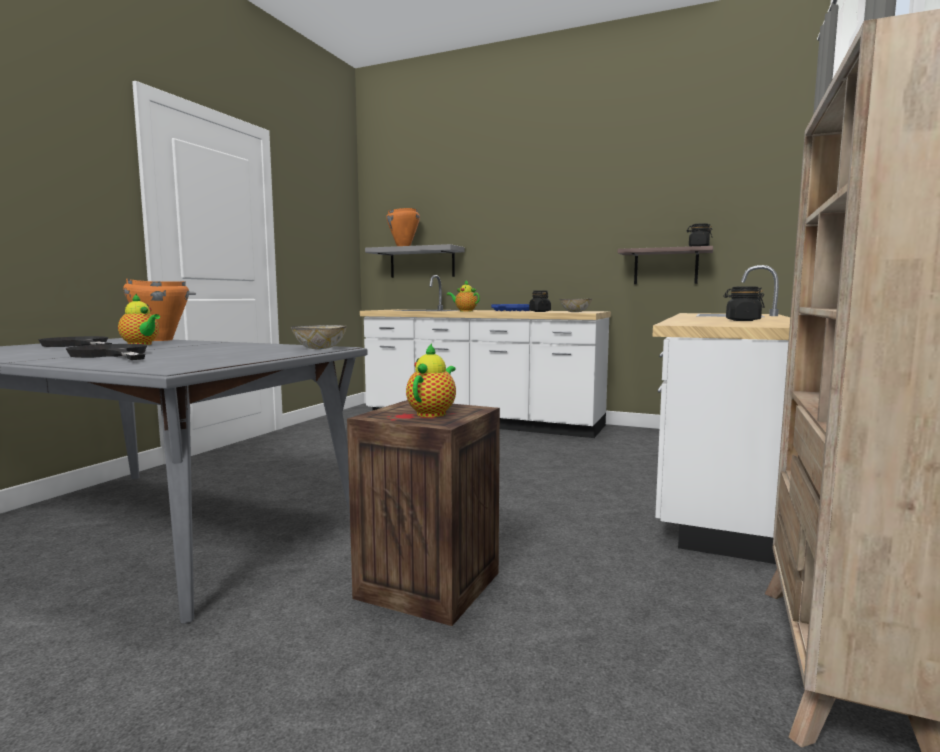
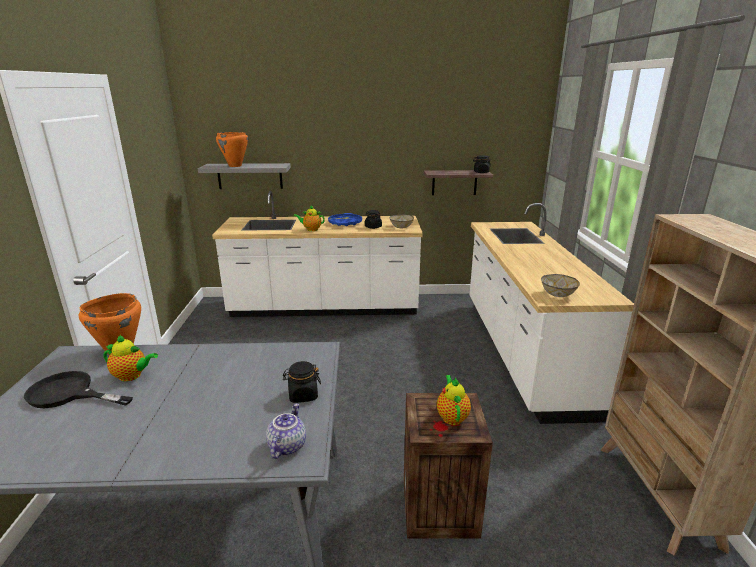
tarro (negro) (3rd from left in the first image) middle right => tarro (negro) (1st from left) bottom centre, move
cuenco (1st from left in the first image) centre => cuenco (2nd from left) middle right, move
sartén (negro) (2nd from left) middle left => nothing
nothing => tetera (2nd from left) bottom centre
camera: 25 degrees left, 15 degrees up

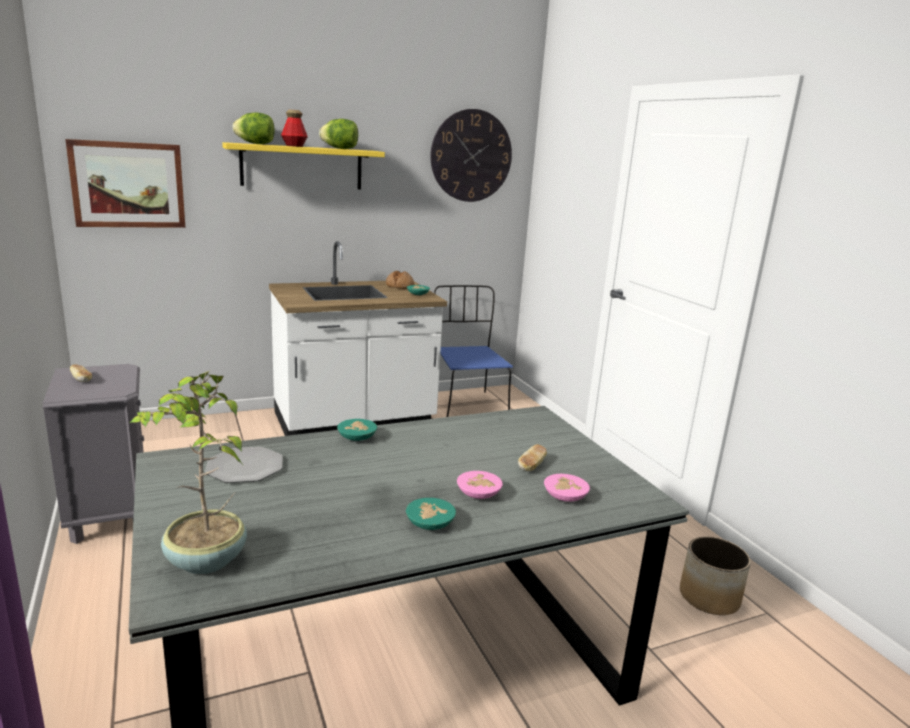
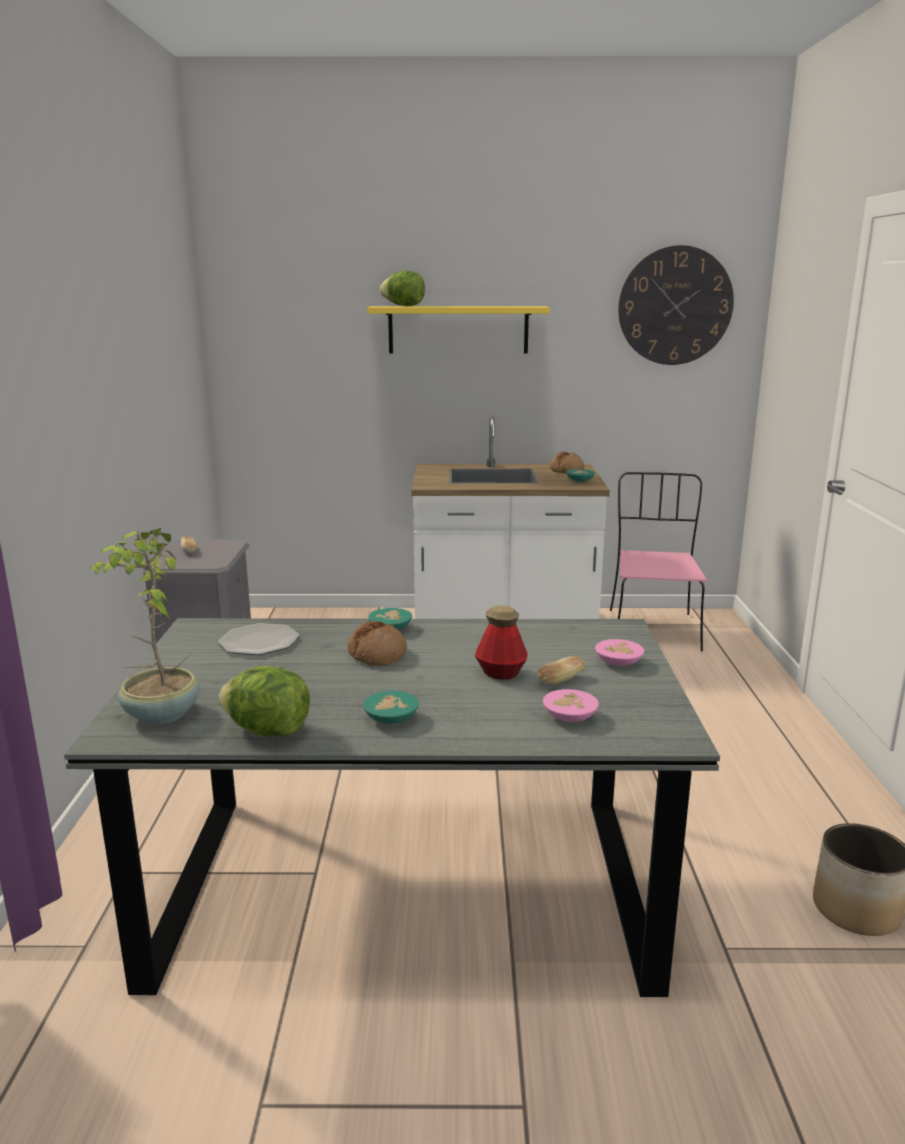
botella top left => botella centre, move
lechuga (2nd from left in the first image) top centre => lechuga (1st from left) middle left, move
cuadro top left => nothing
silla (azul) centre => silla (rosa) middle right
cuenco (rosa) (1st from left in the first image) centre => cuenco (rosa) (2nd from left) middle right, move
nothing => pan (2nd from left) centre
camera: 25 degrees right, 0 degrees up

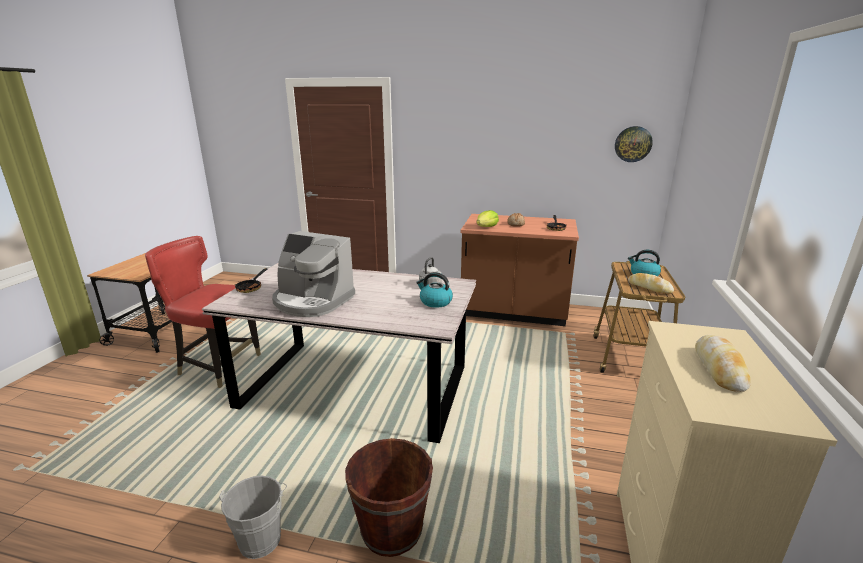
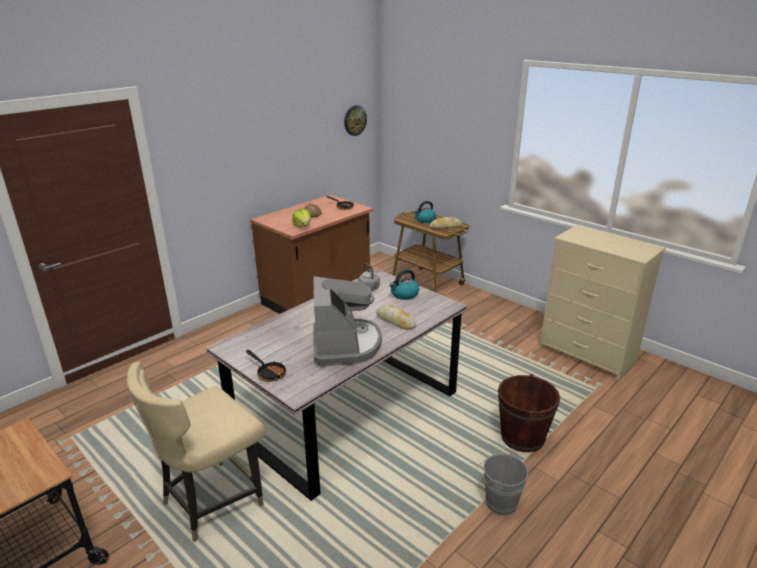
cafetera centre, 60 degrees counterclockwise
silla (rojo) middle left => silla (beis) bottom left
pan (3rd from left in the first image) middle right => pan (2nd from left) centre, move
camera: 60 degrees left, 5 degrees up

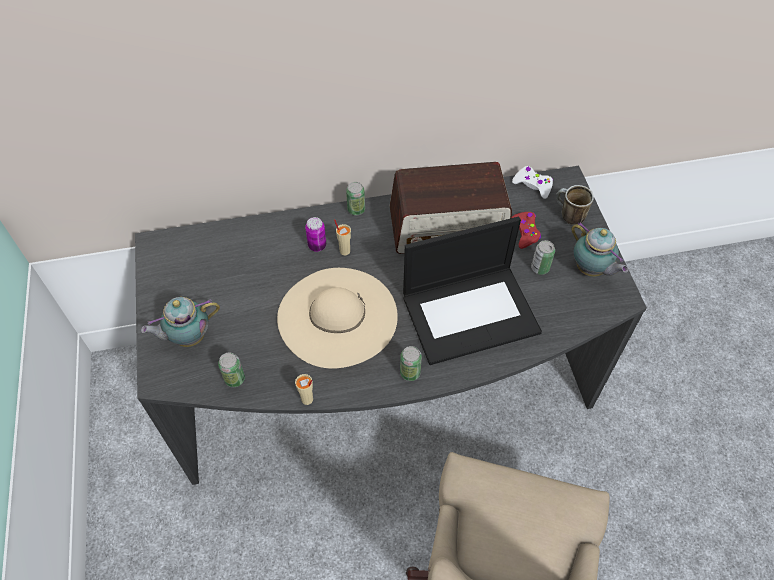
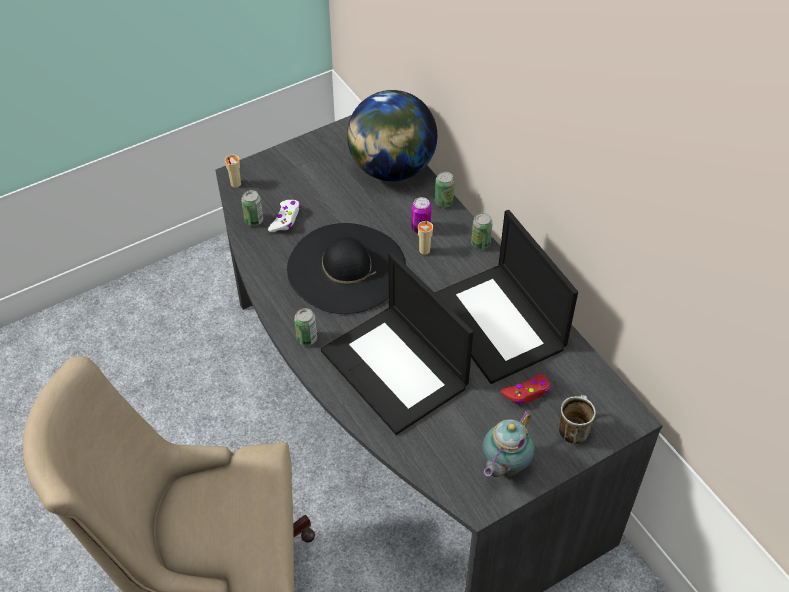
radio centre => portátil (2nd from left) centre
mando de consola (blanco) top right => mando de consola (blanco) centre, move
lata (5th from left in the first image) middle right => lata (4th from left) top centre, move
sombrero (beis) centre => sombrero (negro) centre
tetera (1st from left) middle left => nothing
taza (beis) (1st from left) bottom centre => taza (beis) (1st from left) top left, move
nothing => globo terráqueo top centre
camera: 70 degrees right, 5 degrees down

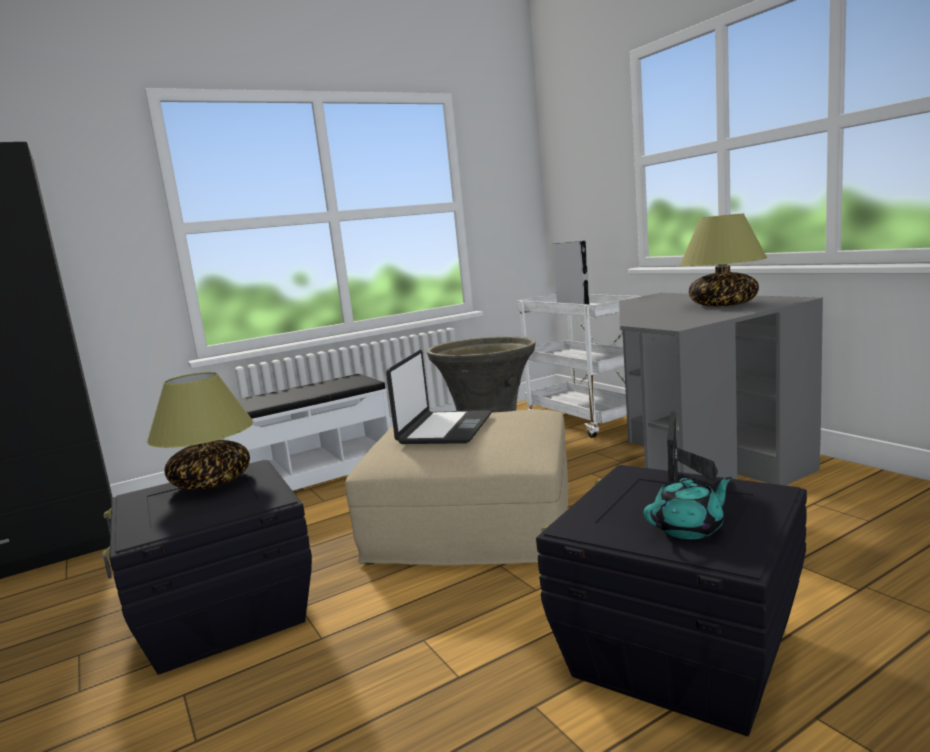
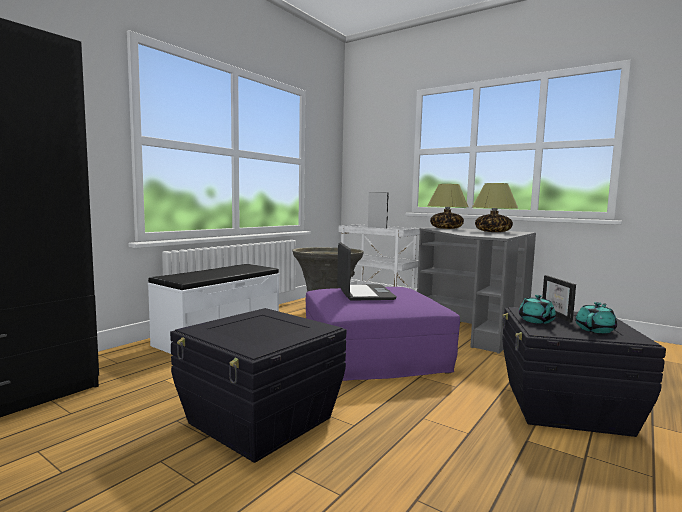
lámpara de mesa (1st from left) middle left => lámpara de mesa (1st from left) centre, move
puf (beis) centre => puf (morado) centre
nothing => tetera (turquesa) (1st from left) middle right
camera: 25 degrees left, 5 degrees down

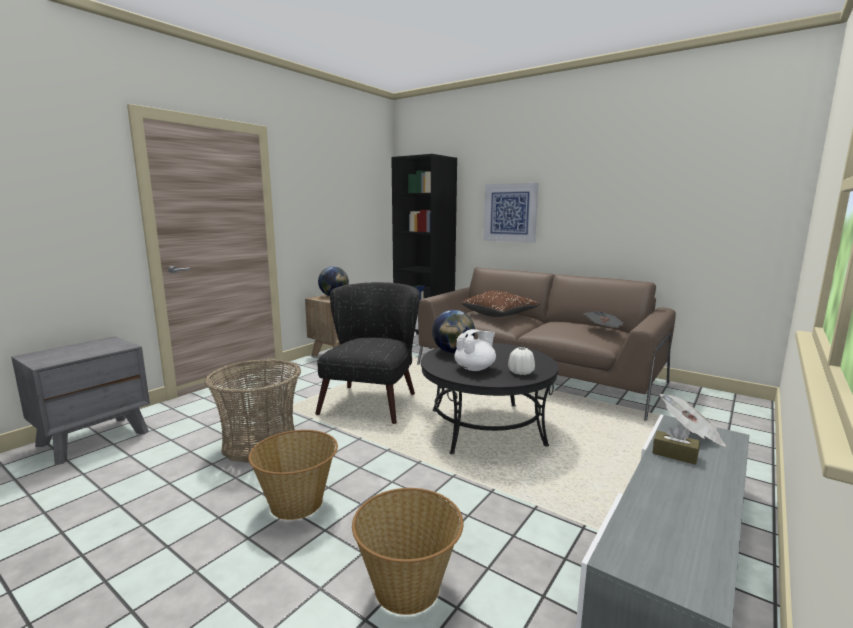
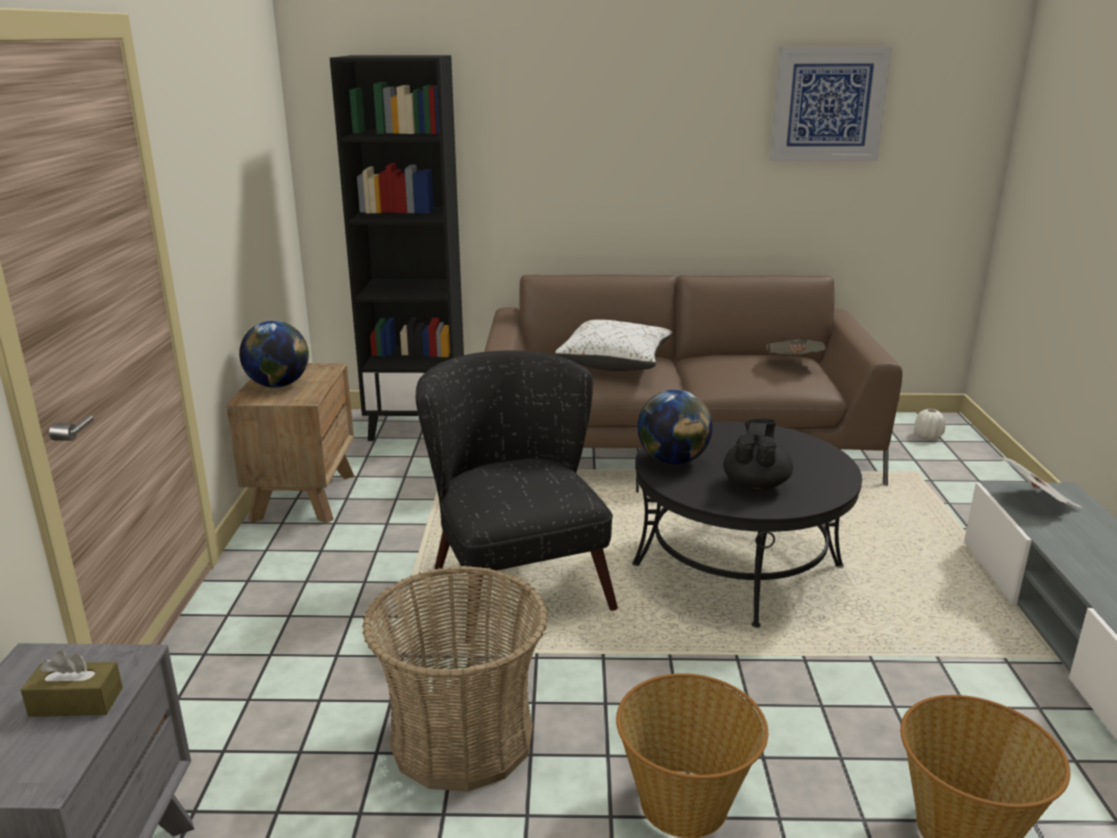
cuadro centre => cuadro top right, move
cojín (marrón) centre => cojín (blanco) centre
tetera (blanco) centre => tetera (negro) middle right
florero (blanco) centre => florero (blanco) middle right, move
caja de pañuelos (marrón) bottom right => caja de pañuelos (marrón) bottom left, move
camera: 35 degrees left, 10 degrees up

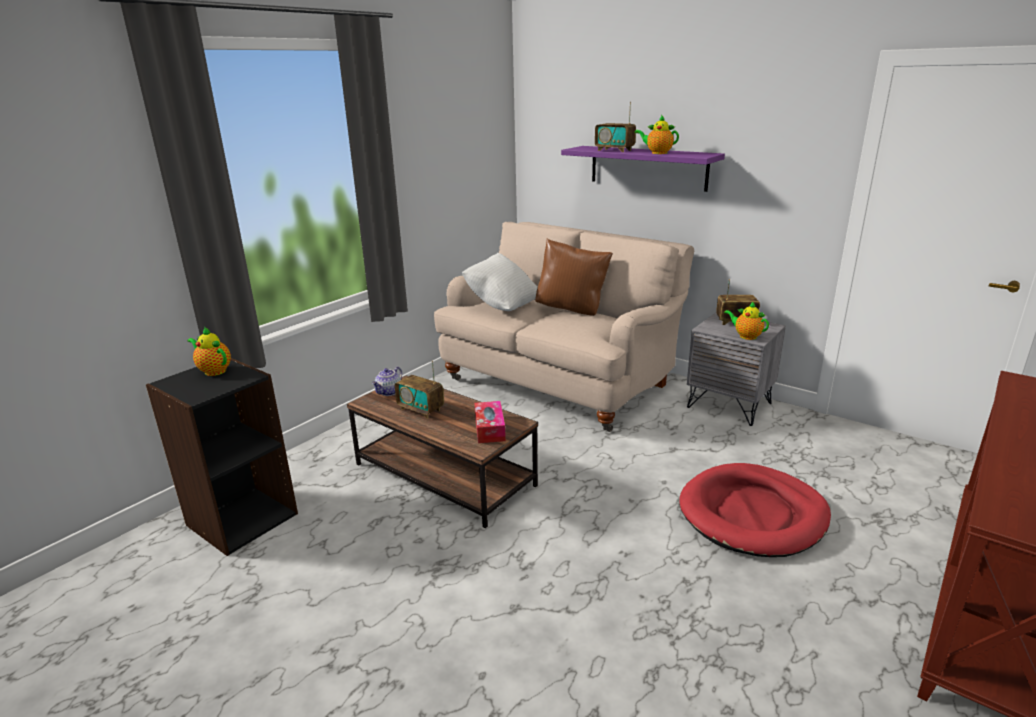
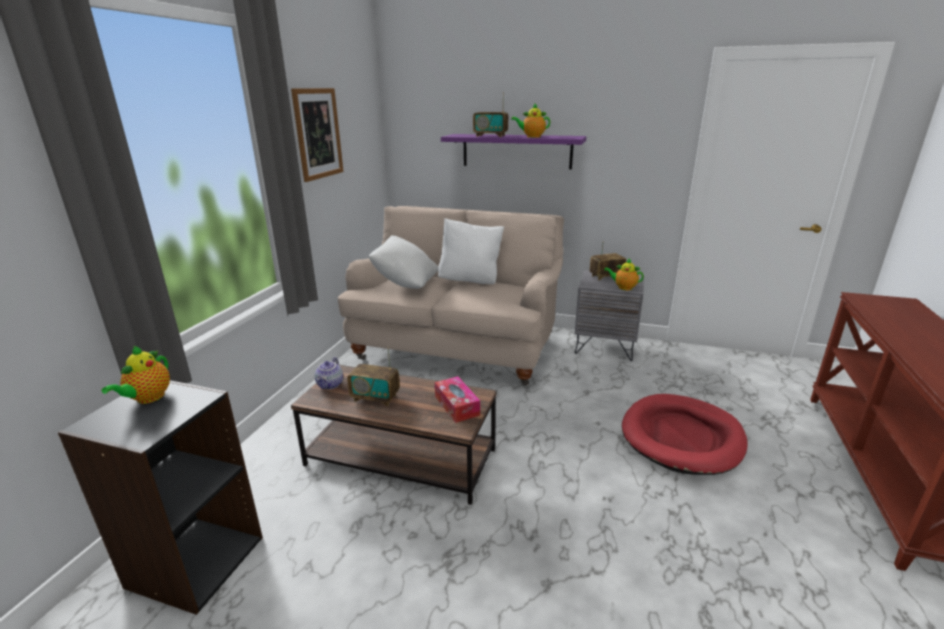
cojín (marrón) centre => cojín (blanco) (2nd from left) centre
tetera (1st from left) middle left, 90 degrees counterclockwise
nothing => cuadro top centre
camera: 20 degrees left, 0 degrees up

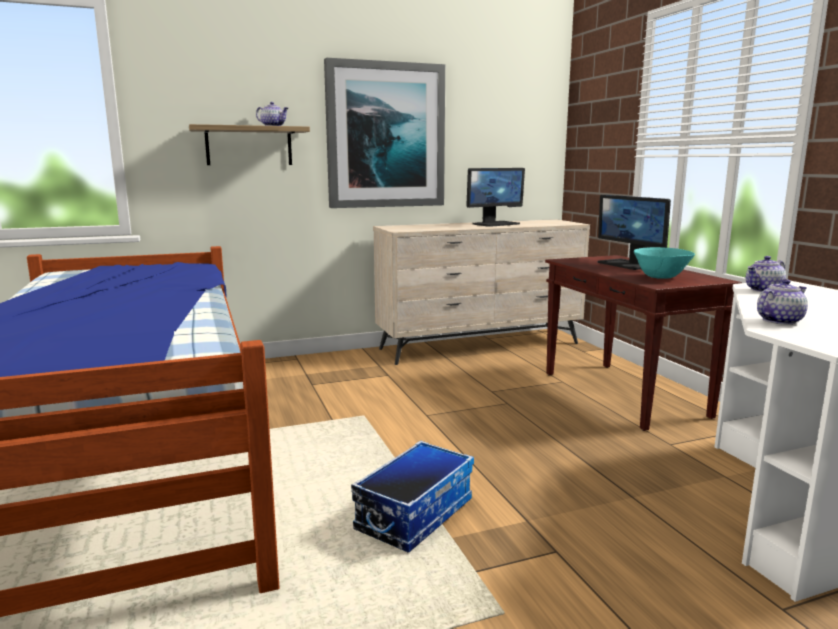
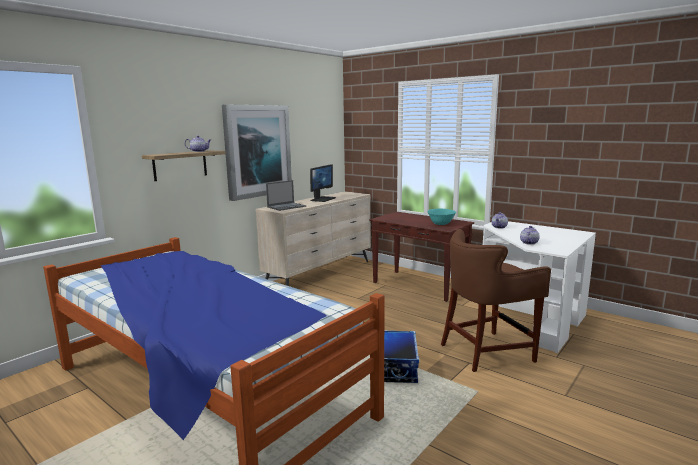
monitor (2nd from left) middle right => nothing
nothing => portátil centre
nothing => taburete (marrón) middle right
camera: 30 degrees left, 0 degrees up

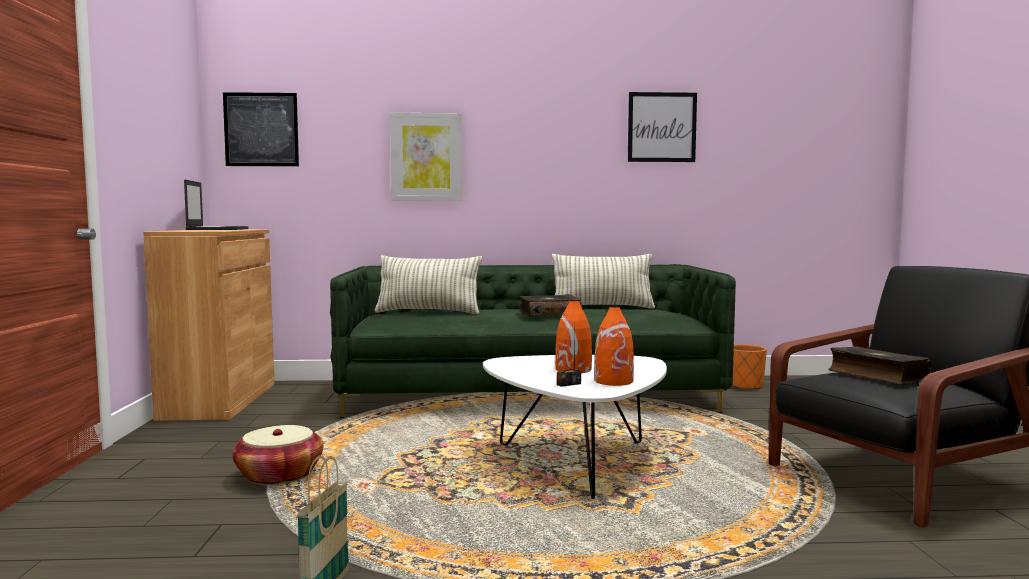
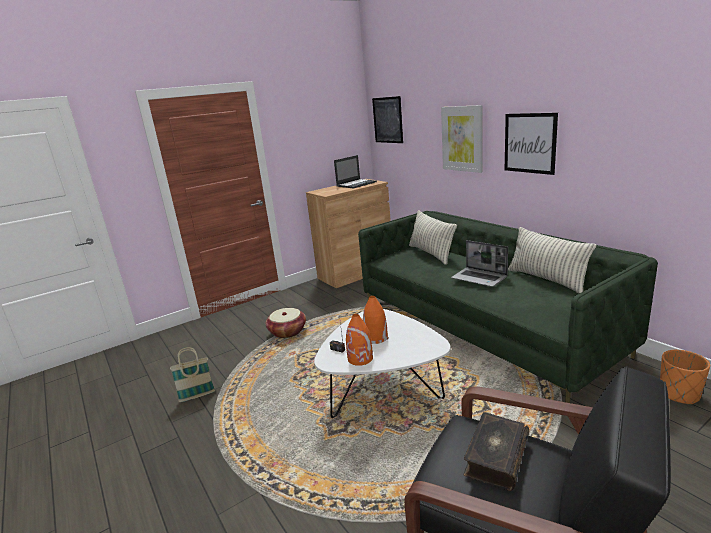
cuadro (3rd from left) top centre => cuadro (3rd from left) top right, move
libro (1st from left) centre => portátil (2nd from left) middle right
camera: 60 degrees right, 15 degrees up

